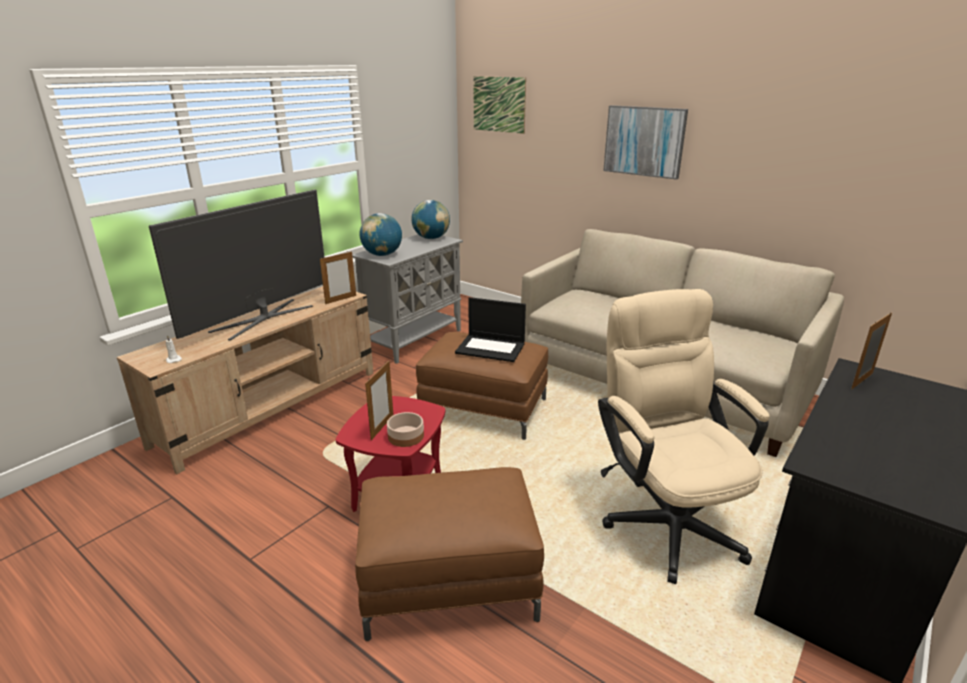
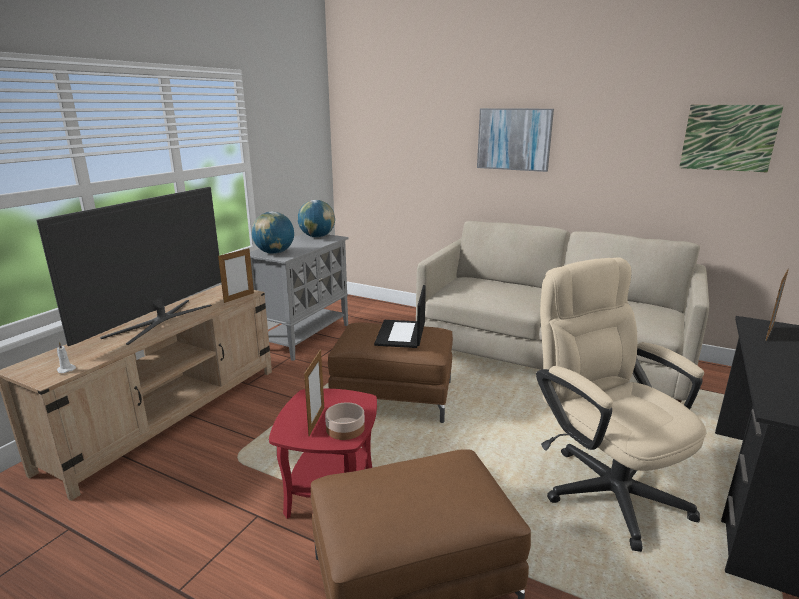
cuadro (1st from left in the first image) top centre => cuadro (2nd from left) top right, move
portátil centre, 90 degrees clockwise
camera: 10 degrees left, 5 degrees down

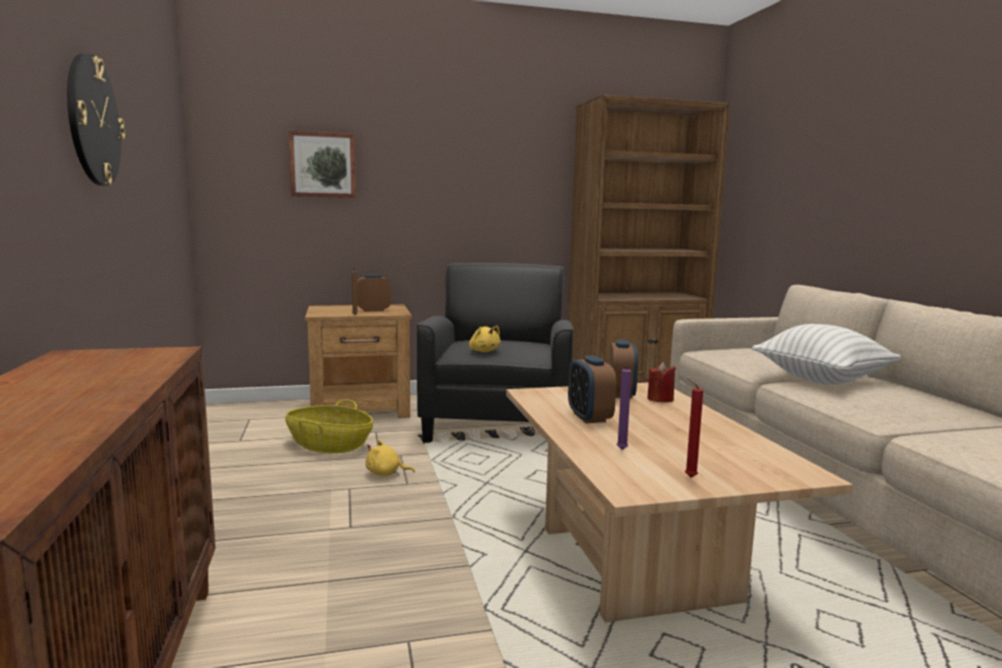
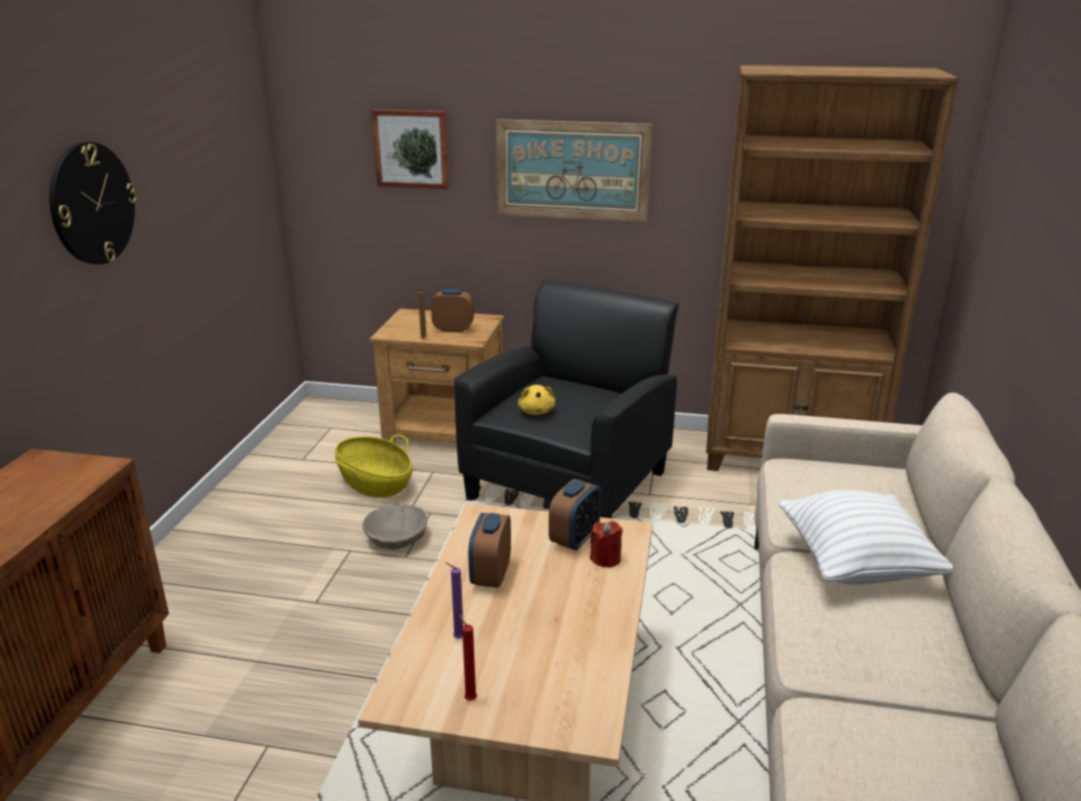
peluche (amarillo) (1st from left) bottom centre => cuenco (beis) centre
nothing => cuadro (2nd from left) top centre
camera: 25 degrees right, 15 degrees up

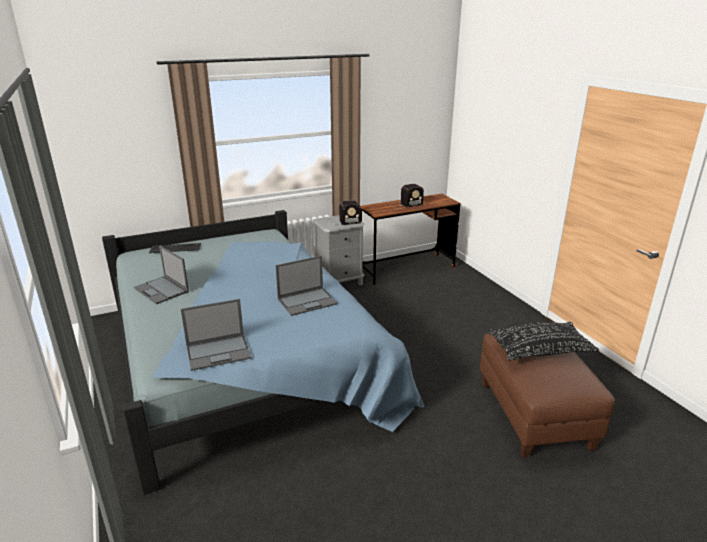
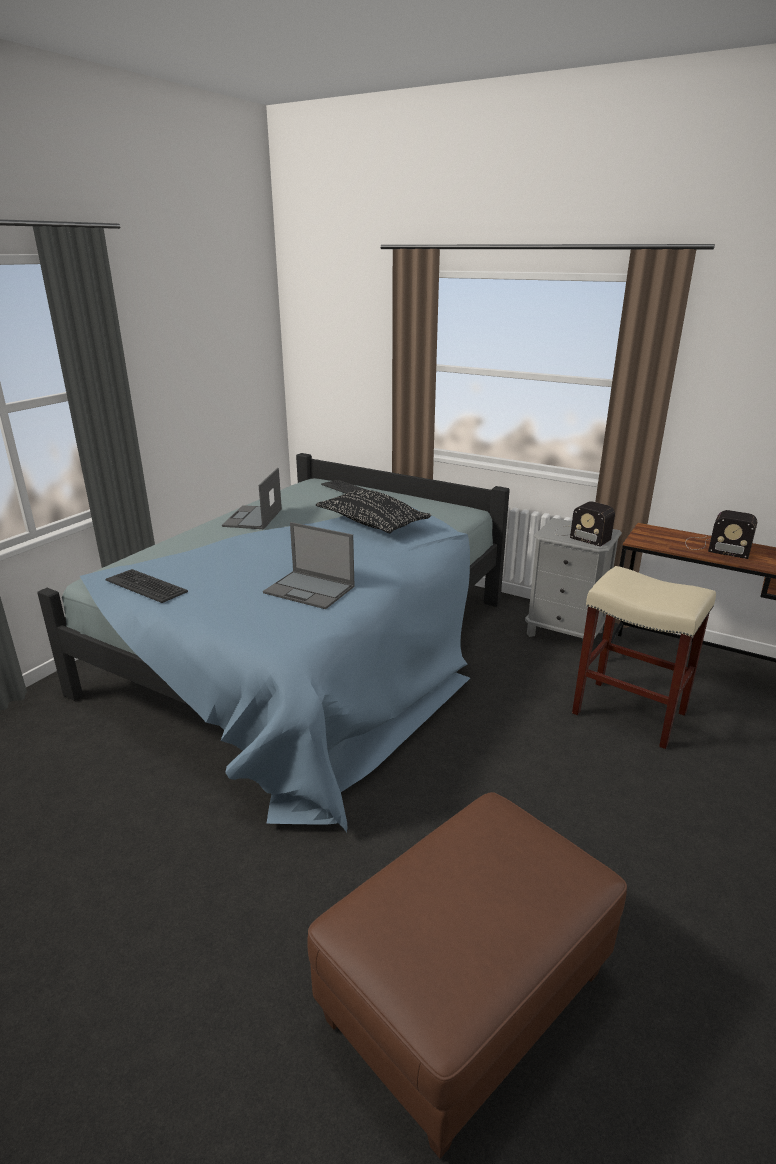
portátil (2nd from left) middle left => teclado (1st from left) middle left
cojín (negro) middle right => cojín (negro) centre, move
nothing => taburete (beis) middle right
camera: 55 degrees right, 0 degrees up

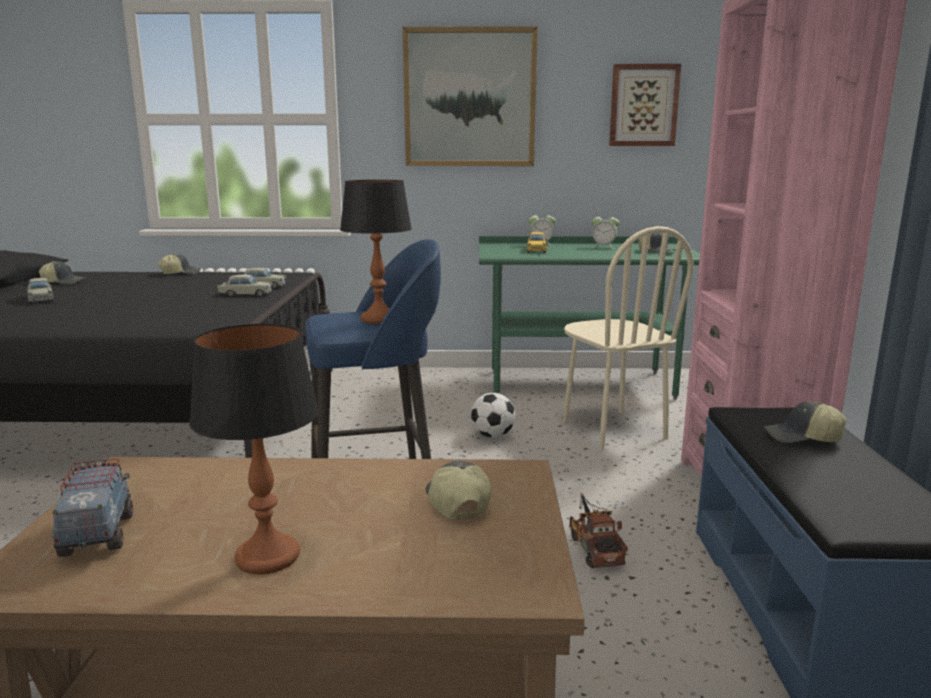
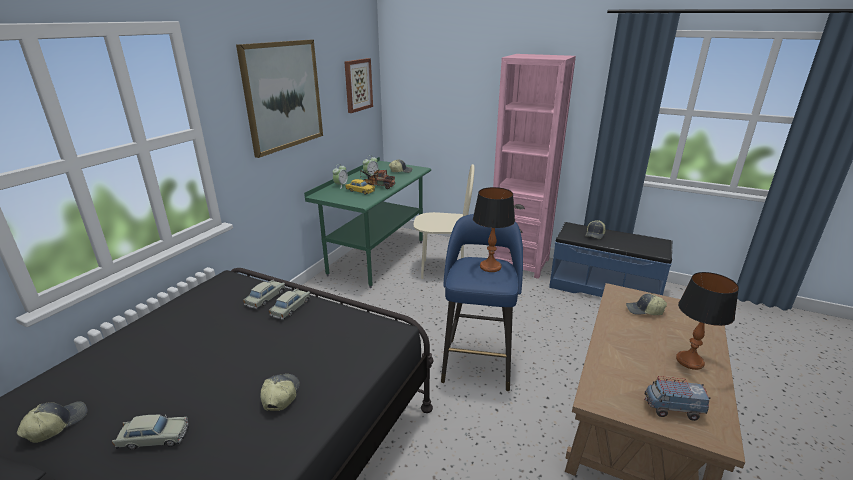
gorra (2nd from left) middle left => gorra (2nd from left) bottom left, move
balón de fútbol centre => nothing
camión de juguete (2nd from left in the first image) bottom centre => camión de juguete (1st from left) centre, move
camera: 65 degrees left, 10 degrees up

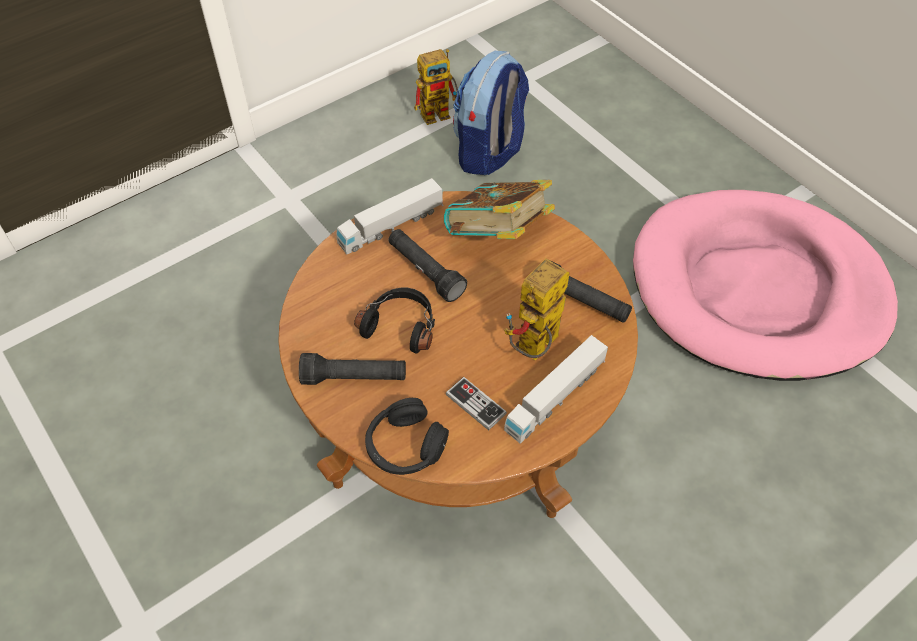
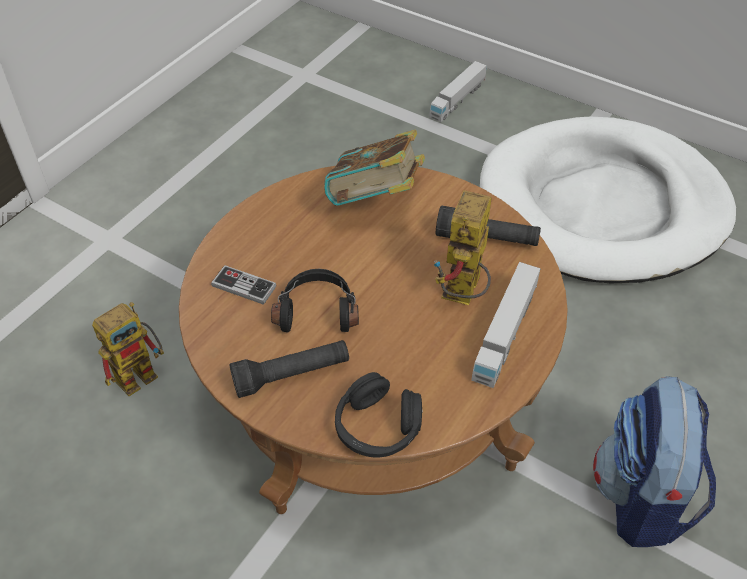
robot de juguete (1st from left) top centre => robot de juguete (1st from left) middle left, move
mochila top centre => mochila bottom right, move
camión de juguete (1st from left) centre => camión de juguete (1st from left) top centre, move
cama para perro (rosa) middle right => cama para perro (blanco) middle right
linterna (negro) (2nd from left) centre => nothing
mando de consola centre => mando de consola middle left, move
camera: 20 degrees left, 5 degrees down

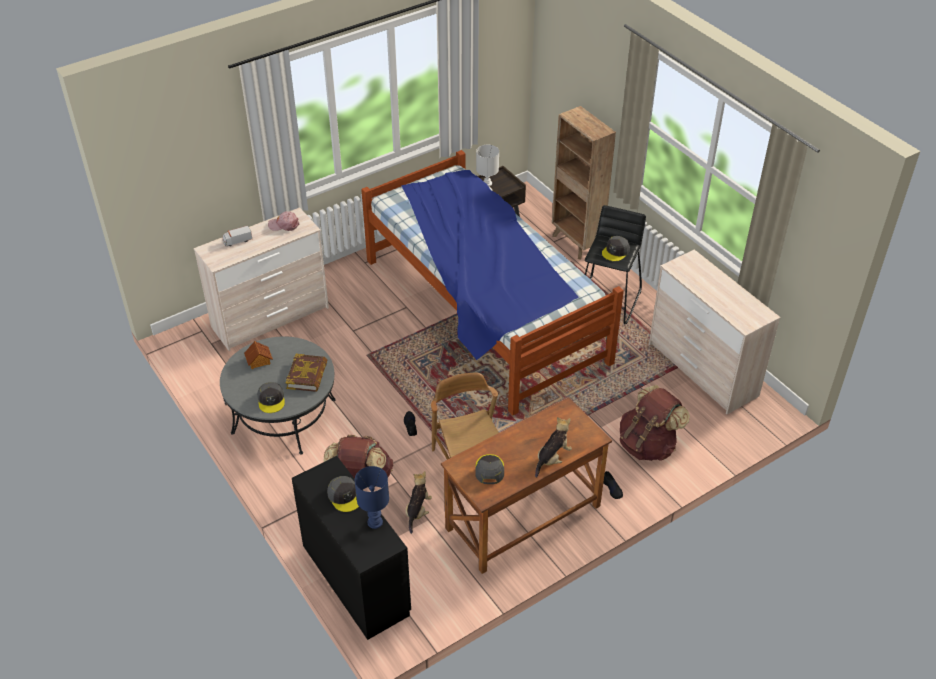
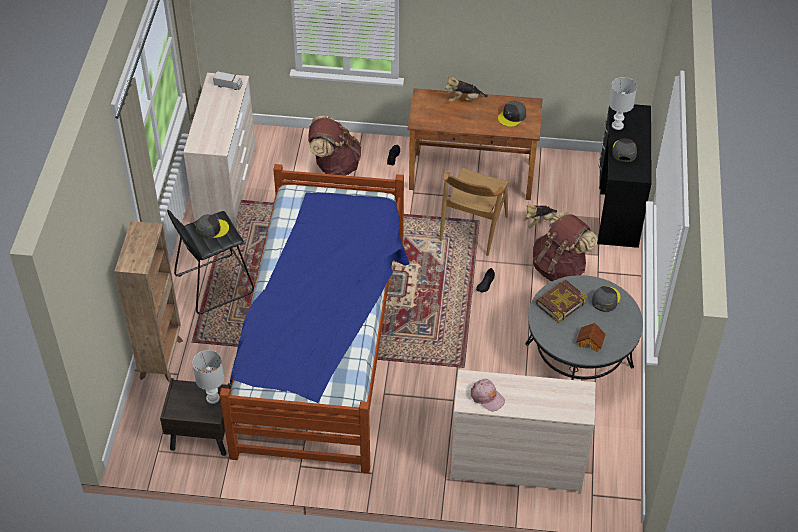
camión de juguete middle left => camión de juguete top left, move
lámpara de mesa (azul) bottom centre => lámpara de mesa (blanco) (2nd from left) top right
camera: 140 degrees left, 5 degrees up

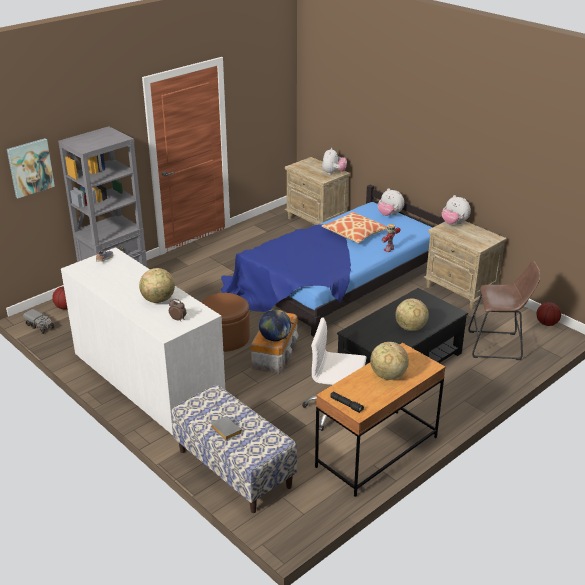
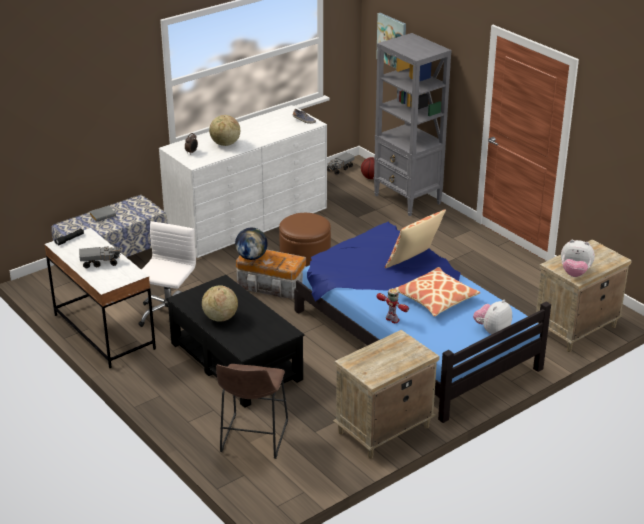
peluche (3rd from left) middle right => nothing
balón de baloncesto (2nd from left) middle right => nothing
globo terráqueo (3rd from left) centre => camión de juguete (1st from left) middle left
escritorio (marrón) bottom centre => escritorio (blanco) middle left
nothing => cojín (1st from left) centre
camera: 95 degrees right, 0 degrees up

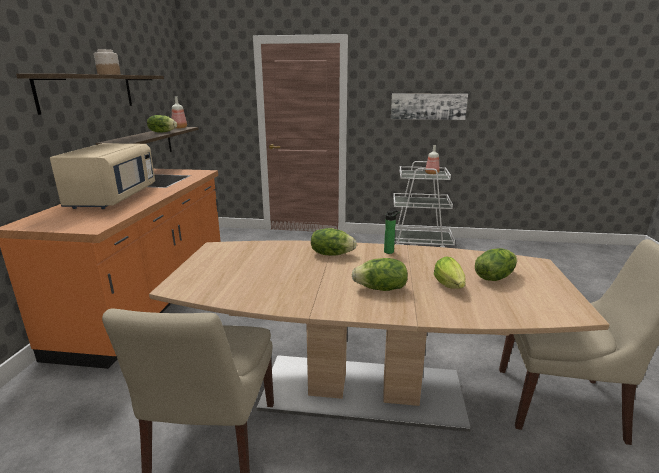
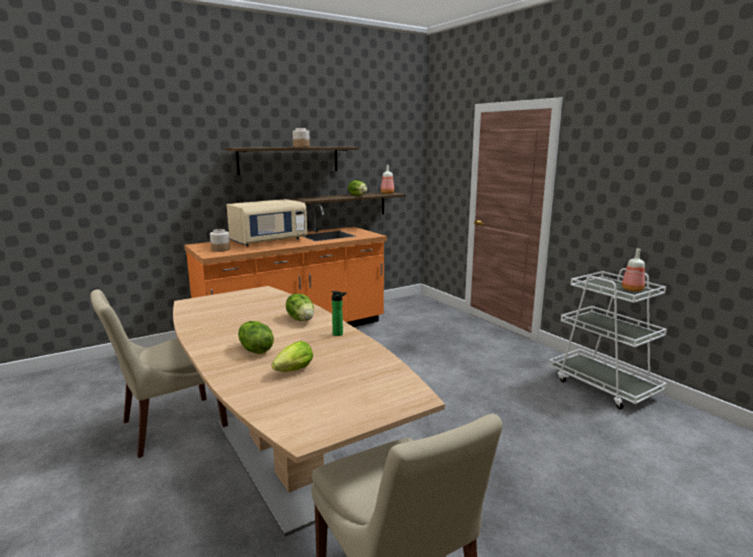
cuadro top centre => nothing
lechuga (5th from left) middle right => nothing
nothing => tarro (1st from left) middle left
camera: 50 degrees right, 5 degrees down

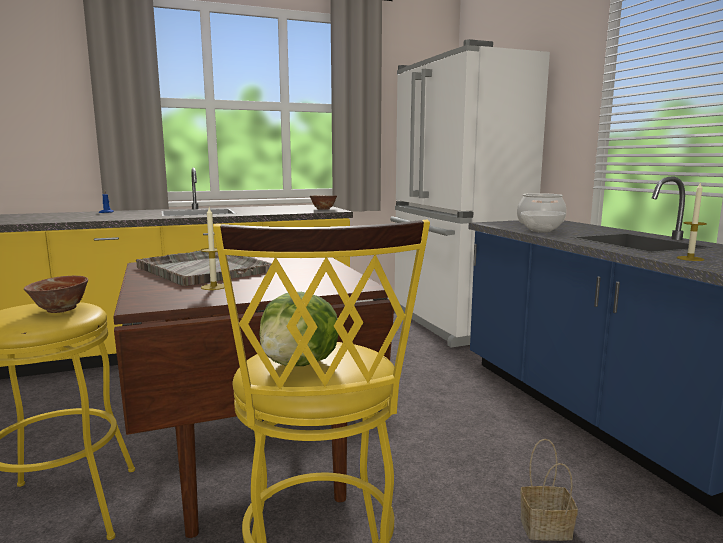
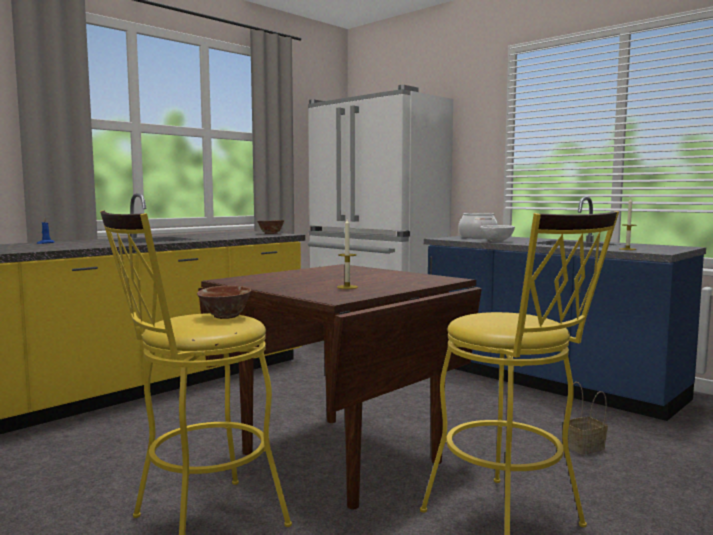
bandeja (gris) middle left => nothing
lechuga centre => nothing
camera: 25 degrees left, 5 degrees down

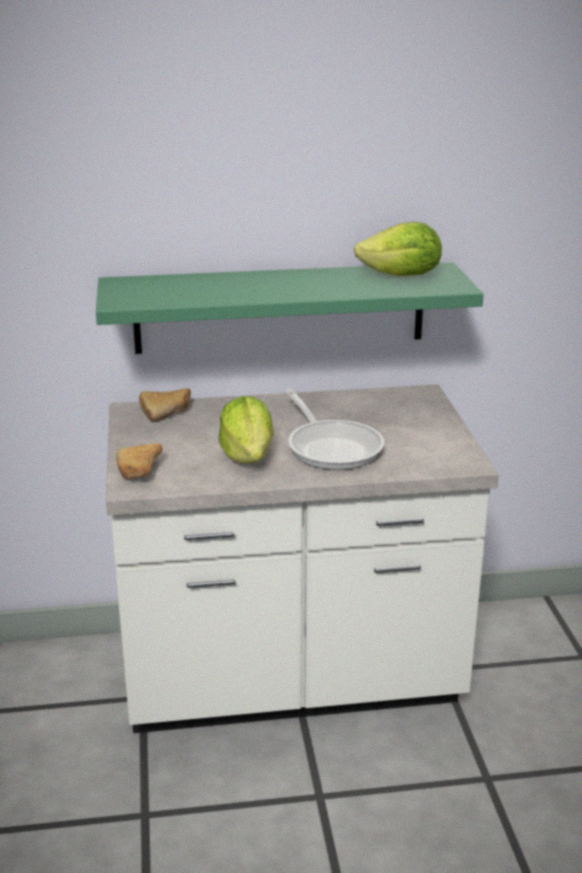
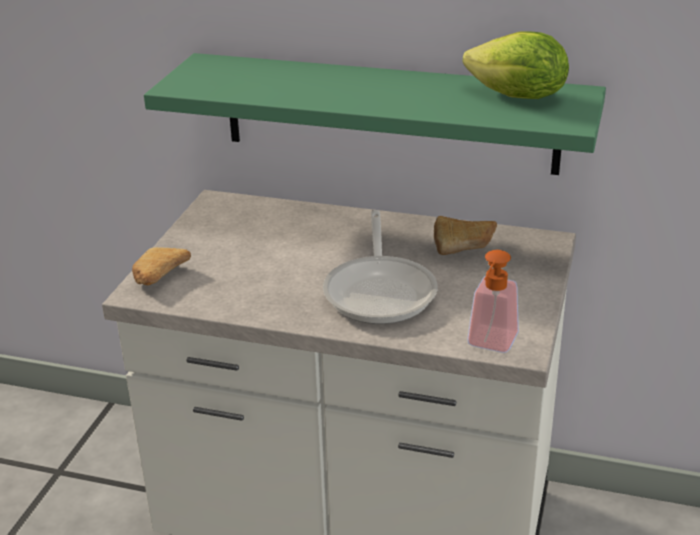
pan (2nd from left) middle left => pan (2nd from left) centre, move
lechuga (1st from left) centre => nothing
nothing => dispensador de jabón middle right
camera: 25 degrees right, 5 degrees up

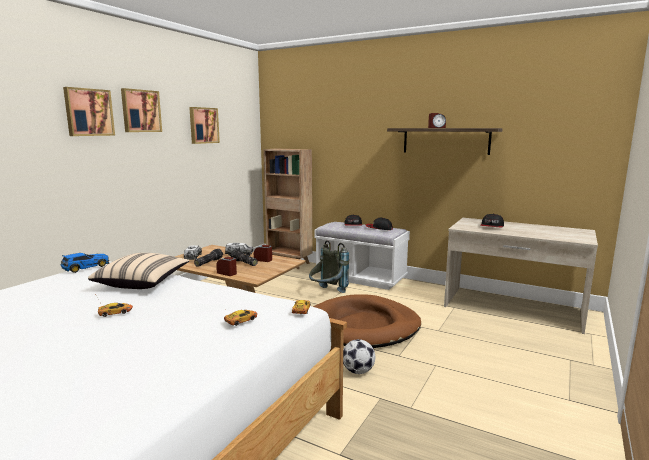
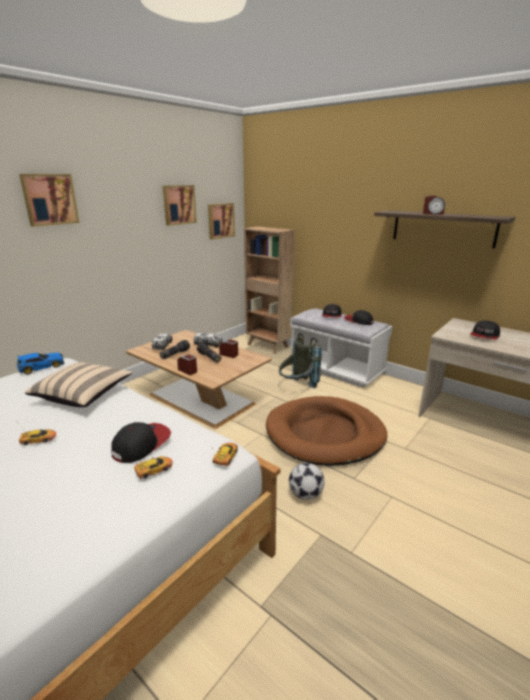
cuadro (2nd from left in the first image) top left => cuadro (3rd from left) top centre, move
nothing => gorra (1st from left) middle left
camera: 10 degrees right, 10 degrees up

